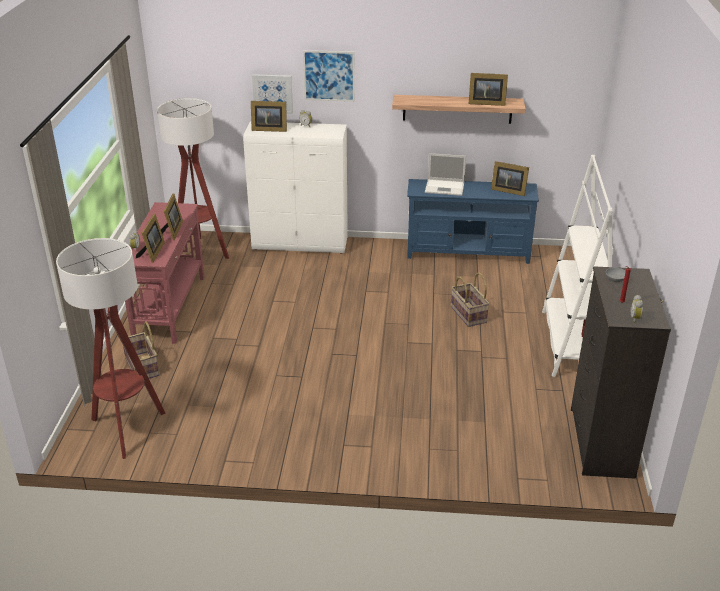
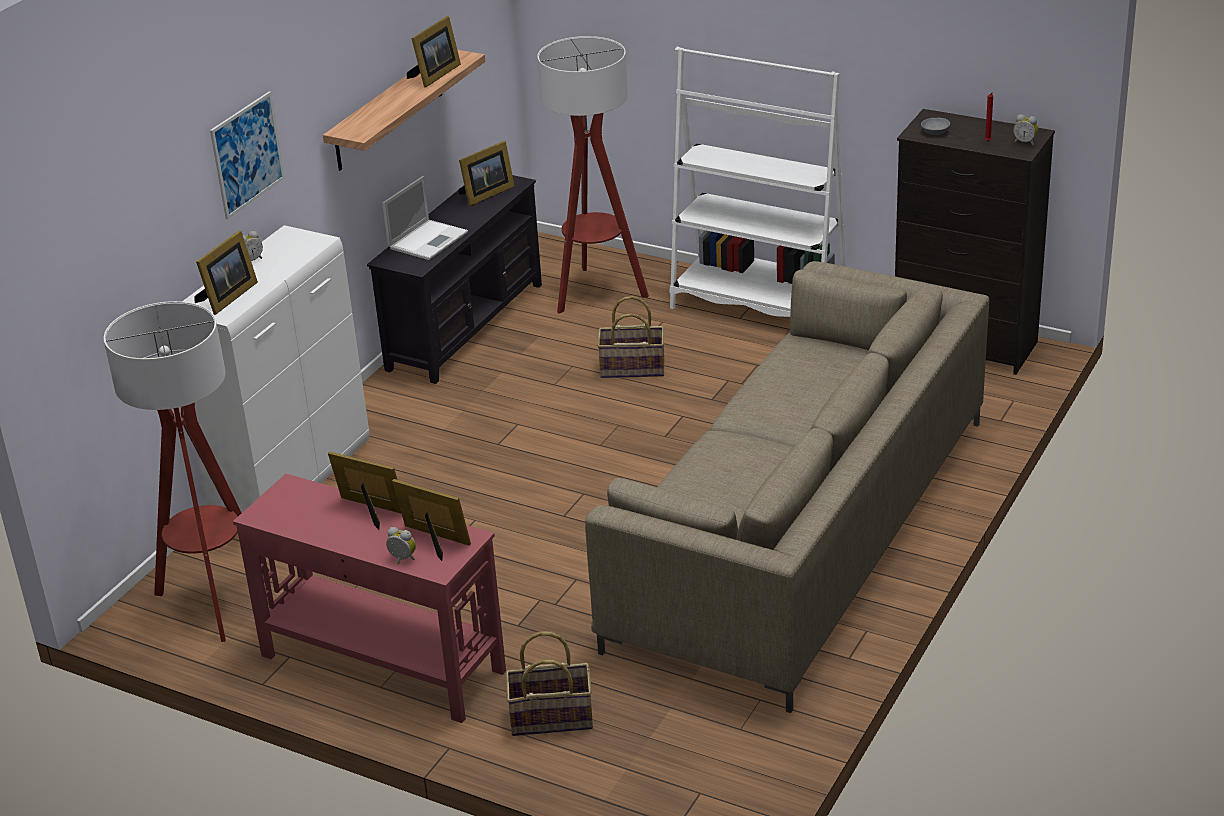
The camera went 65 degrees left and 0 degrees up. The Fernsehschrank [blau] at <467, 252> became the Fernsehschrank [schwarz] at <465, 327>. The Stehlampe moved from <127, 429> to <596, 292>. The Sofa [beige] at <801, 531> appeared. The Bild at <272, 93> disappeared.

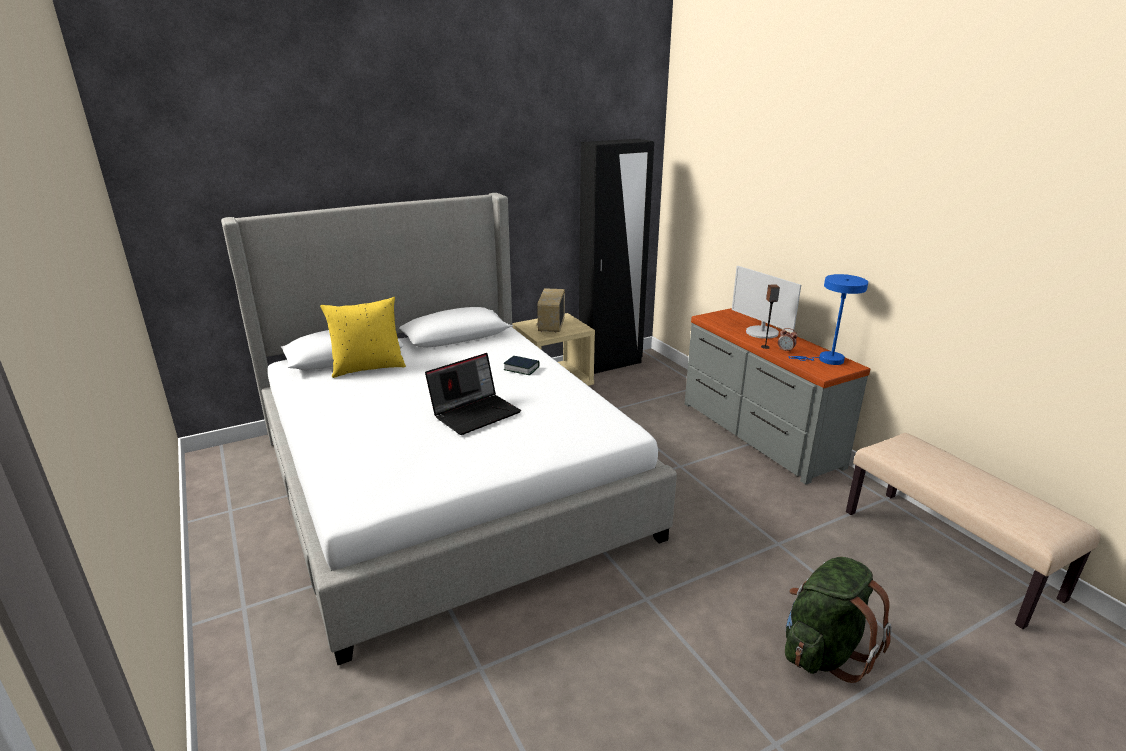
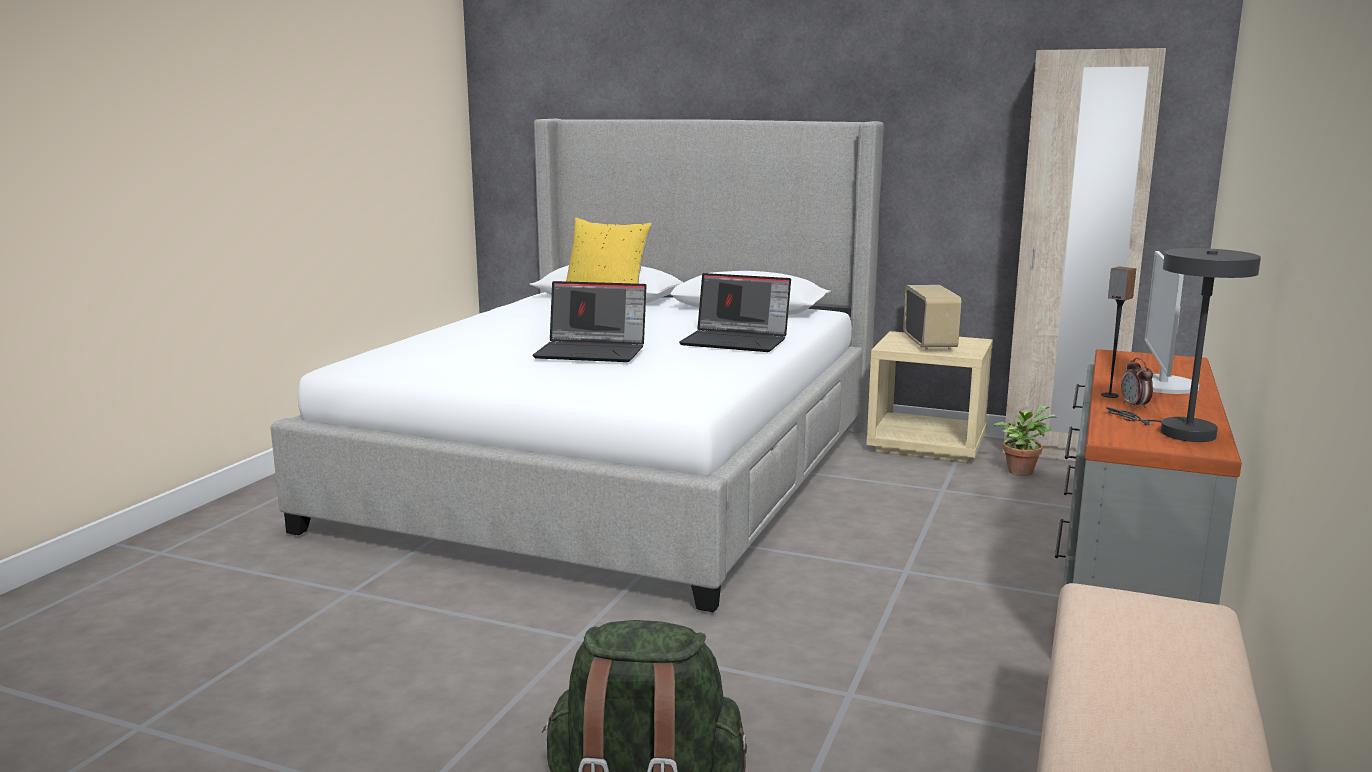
The camera went 50 degrees right and 10 degrees down. The Buch at <521, 368> was replaced by the Laptop at <737, 341>. The Radio at <551, 326> turned 120 degrees clockwise. The Topfpflanze at <1021, 470> appeared. The Kleiderschrank [schwarz] at <610, 364> became the Kleiderschrank [beige] at <1060, 453>. The Tischlampe [blau] at <826, 360> became the Tischlampe [grau] at <1177, 431>.

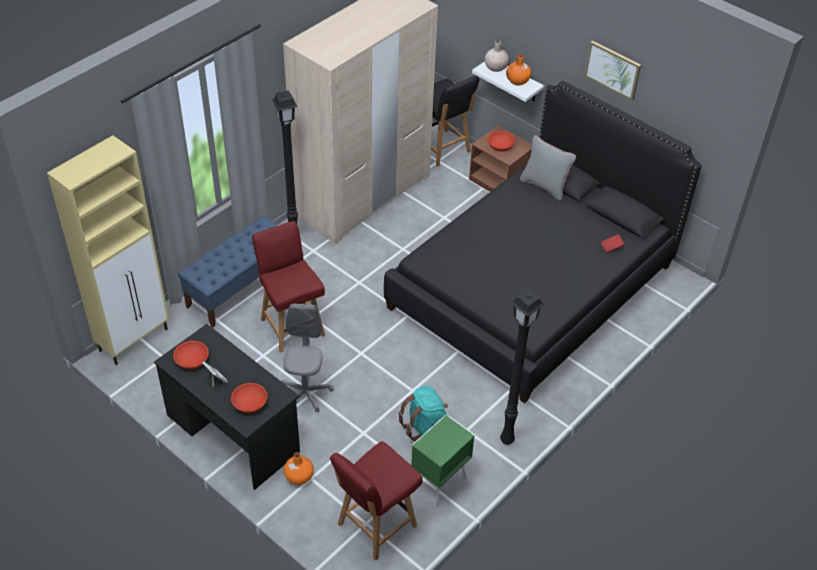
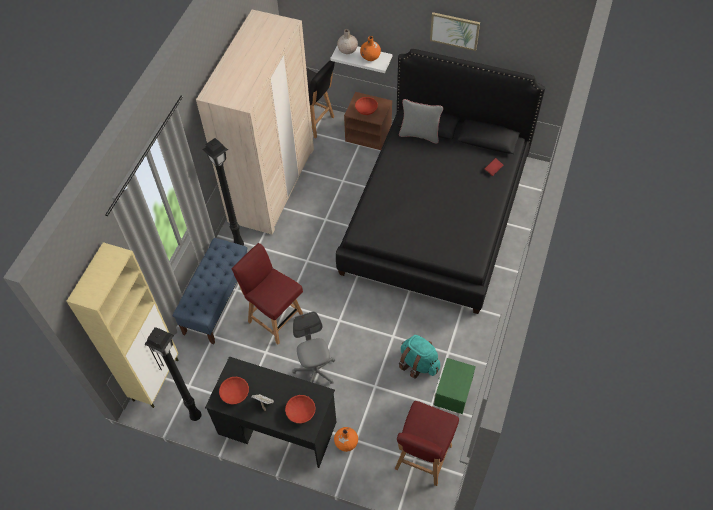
The camera went 20 degrees left and 10 degrees up. The Stehlampe [schwarz] moved from <507, 441> to <196, 417>.

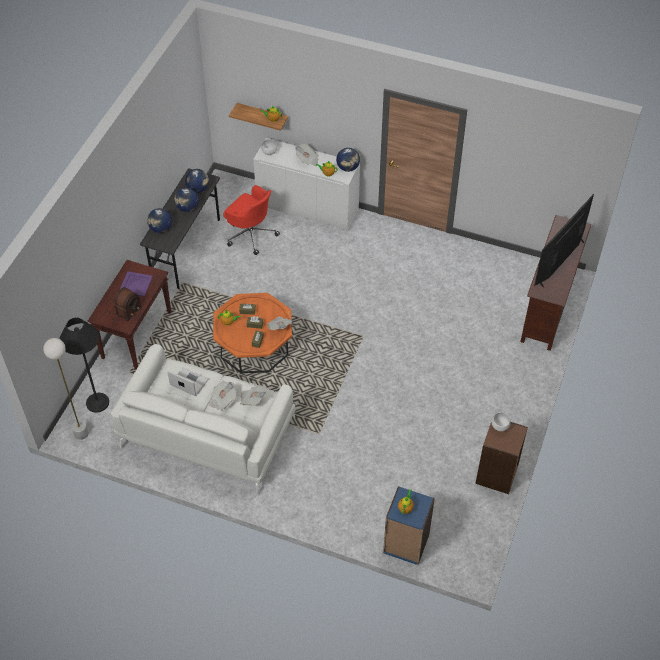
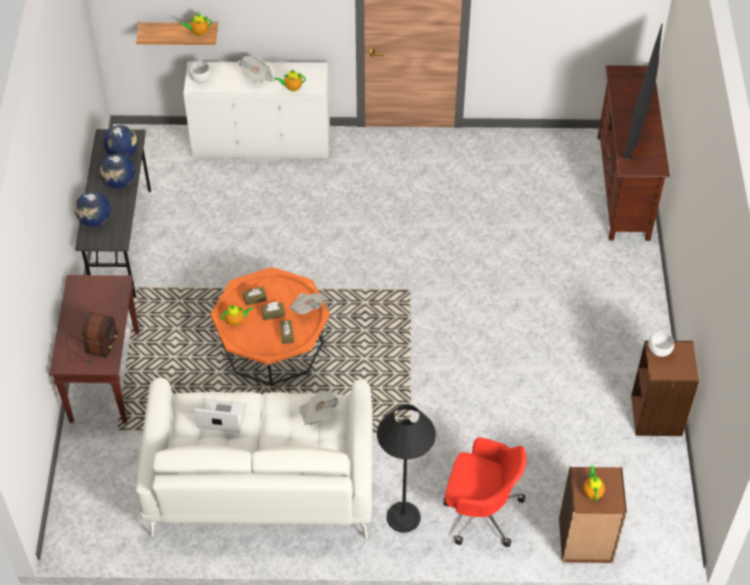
The camera went 20 degrees left and 0 degrees up. The Stehlampe [schwarz] moved from <97, 402> to <403, 517>. The Bürostuhl [rot] moved from <250, 234> to <480, 511>. The Bücherregal [blau] at <406, 544> became the Bücherregal [braun] at <585, 541>. The Stehlampe [weiß] at <81, 433> disappeared. The Tablett [lila] at <135, 284> disappeared. The Zeitung at <222, 400> disappeared. The Globus at <348, 168> disappeared.

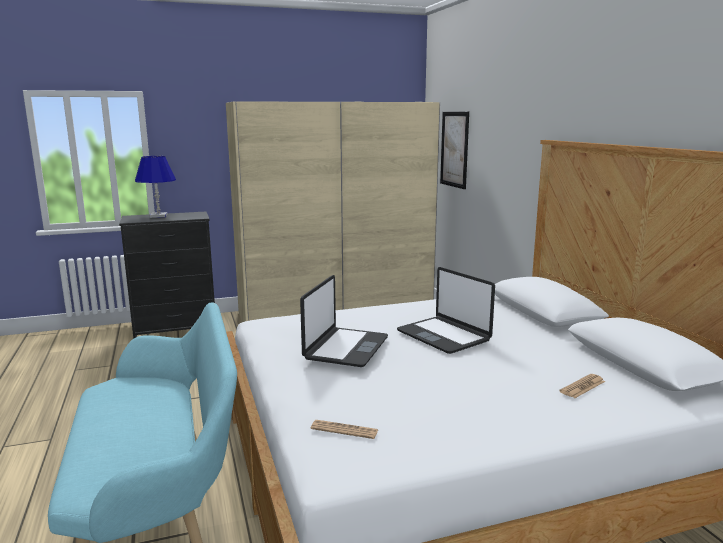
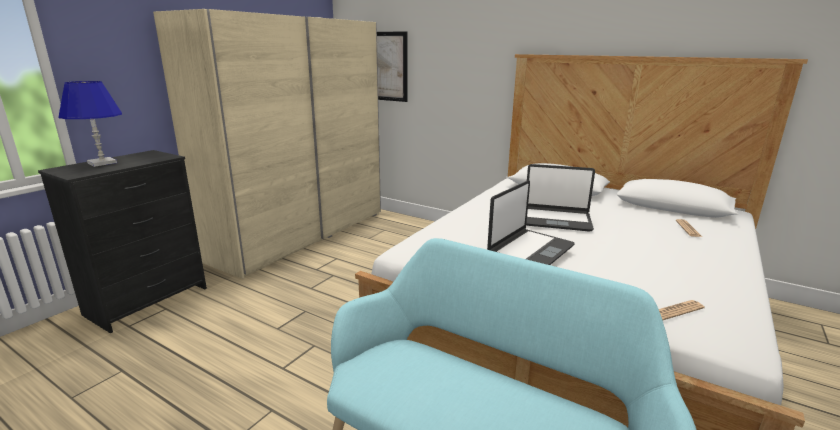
The camera went 40 degrees left and 5 degrees up. The Laptop at <345, 348> turned 60 degrees clockwise.

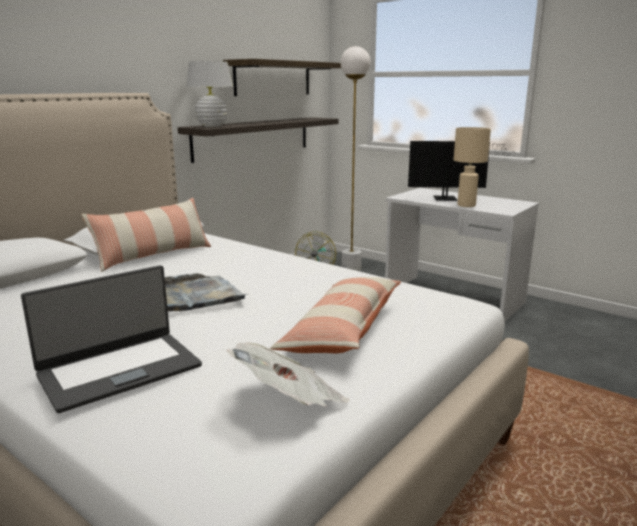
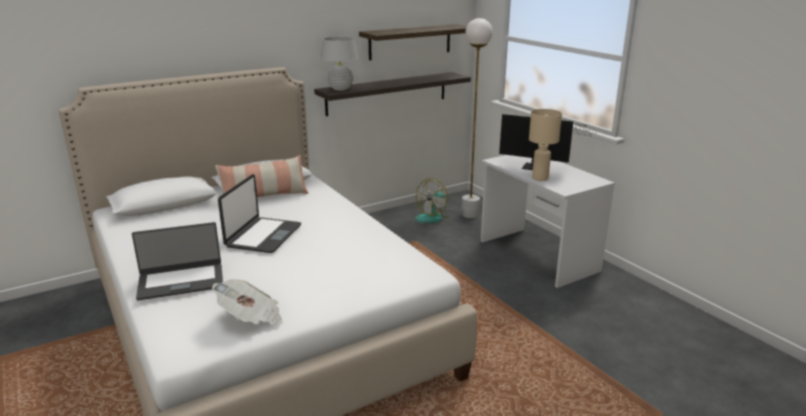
The camera went 20 degrees right and 5 degrees up. The Tablett [grau] at <196, 295> was replaced by the Laptop at <263, 236>. The Kissen at <342, 330> disappeared.

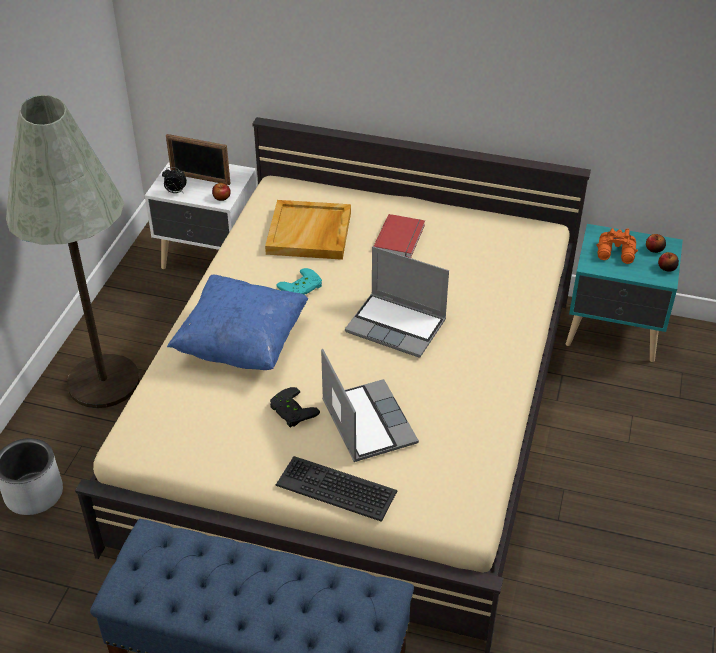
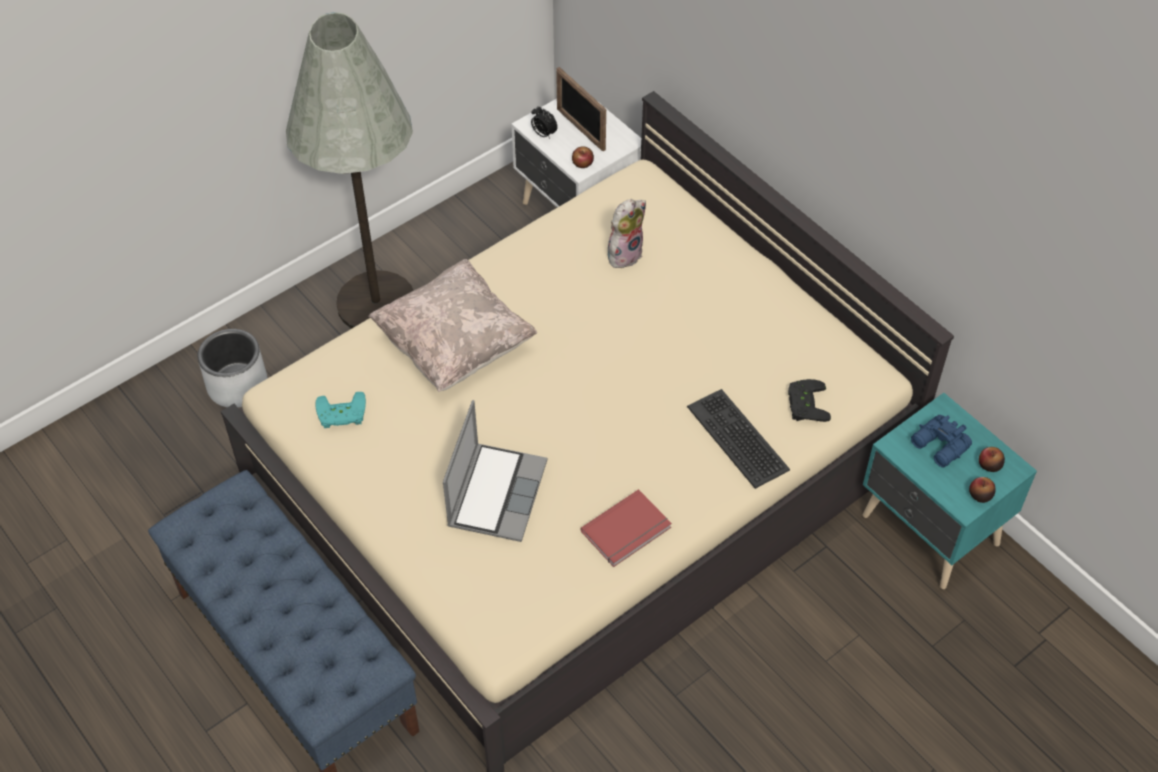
The camera went 35 degrees right and 10 degrees up. The Gamepad [türkis] moved from <302, 288> to <341, 415>. The Kissen [blau] at <242, 344> became the Kissen [beige] at <455, 346>. The Buch [rot] moved from <401, 238> to <628, 531>. The Tablett [beige] at <310, 233> was replaced by the Plüschtier at <624, 253>. The Tastatur moved from <336, 488> to <738, 438>. The Gamepad [schwarz] moved from <290, 411> to <804, 404>. The Fernglas [orange] at <616, 253> became the Fernglas [blau] at <939, 447>. The Laptop at <397, 326> disappeared.

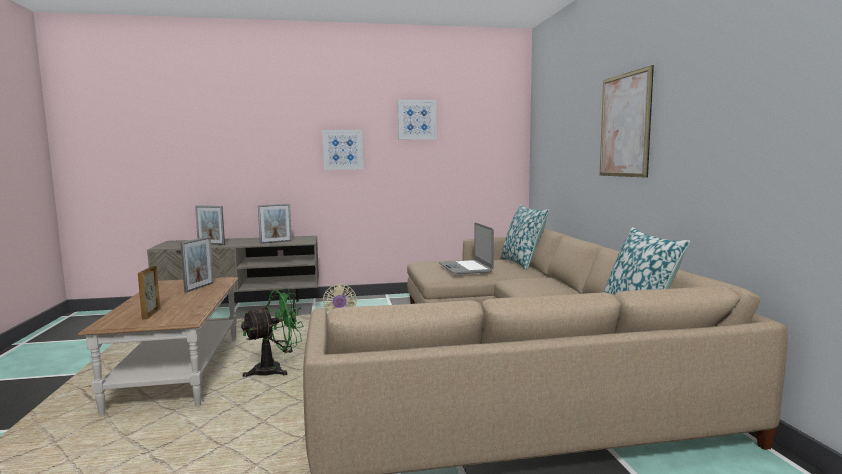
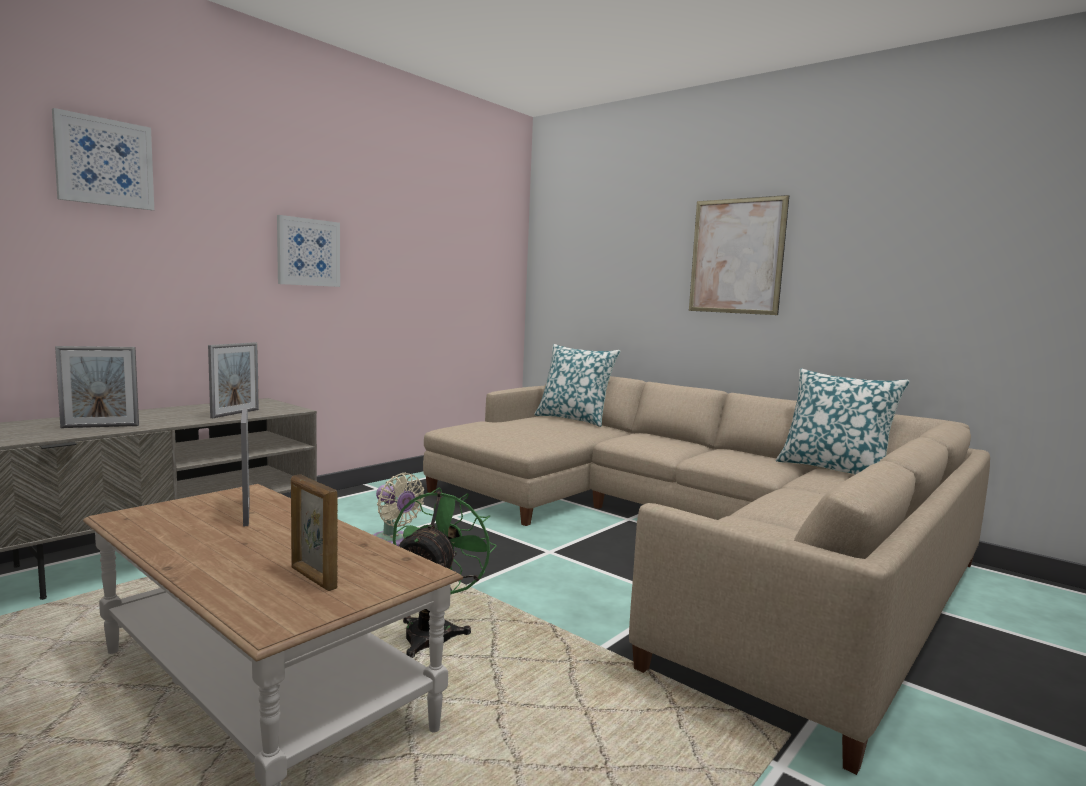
The camera went 40 degrees left and 0 degrees up. The Bild moved from <416, 119> to <104, 162>. The Laptop at <465, 268> disappeared.

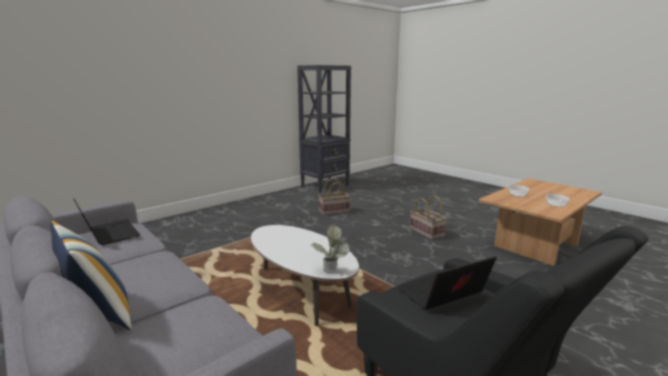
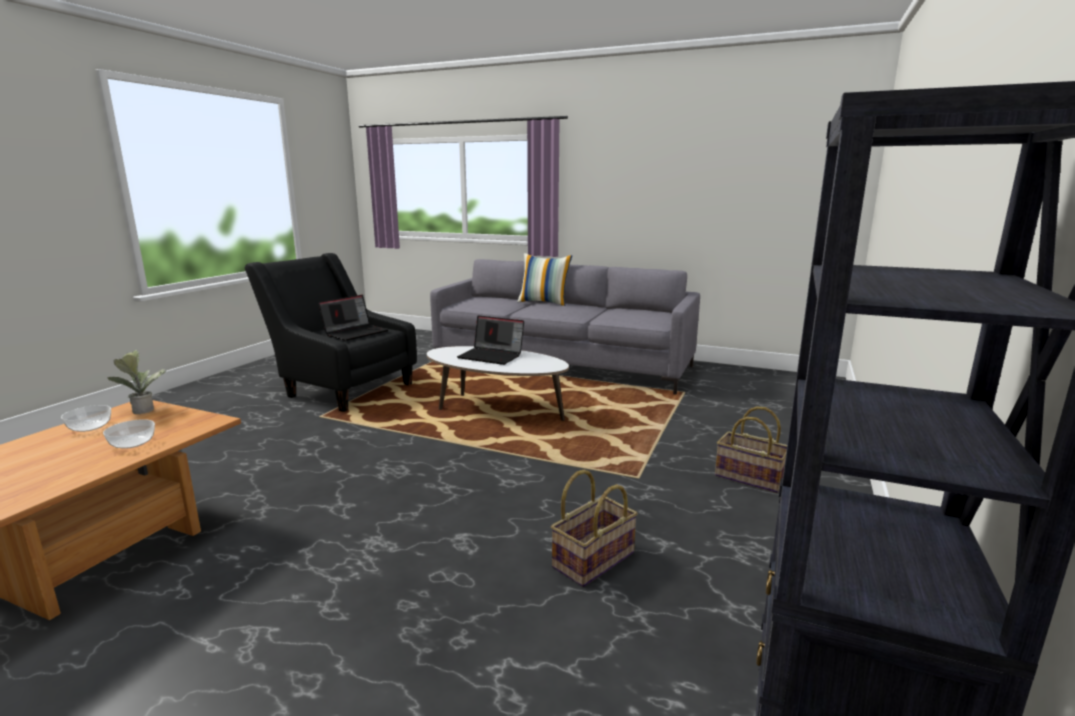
The camera went 155 degrees right and 0 degrees up. The Topfpflanze moved from <330, 272> to <143, 409>. The Laptop moved from <108, 234> to <492, 356>. The Korb moved from <427, 232> to <749, 478>.

